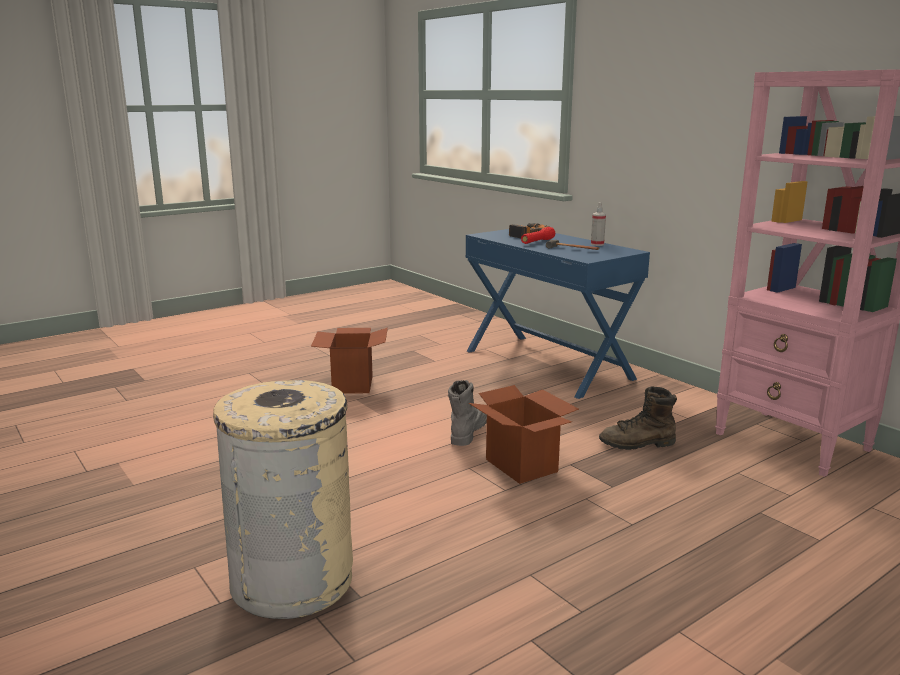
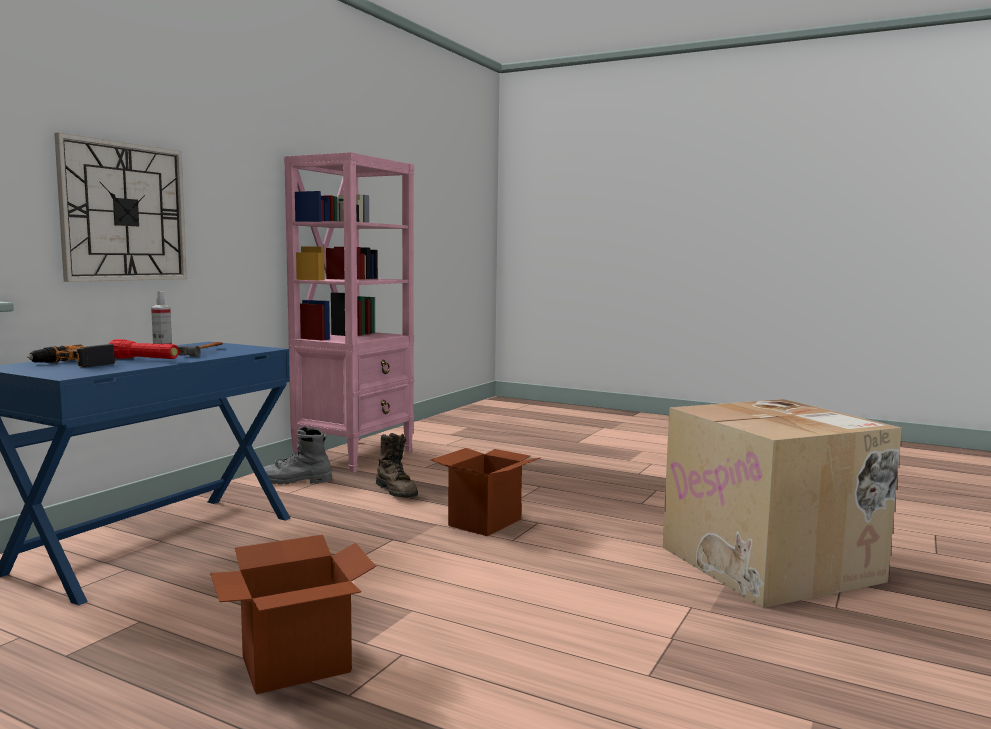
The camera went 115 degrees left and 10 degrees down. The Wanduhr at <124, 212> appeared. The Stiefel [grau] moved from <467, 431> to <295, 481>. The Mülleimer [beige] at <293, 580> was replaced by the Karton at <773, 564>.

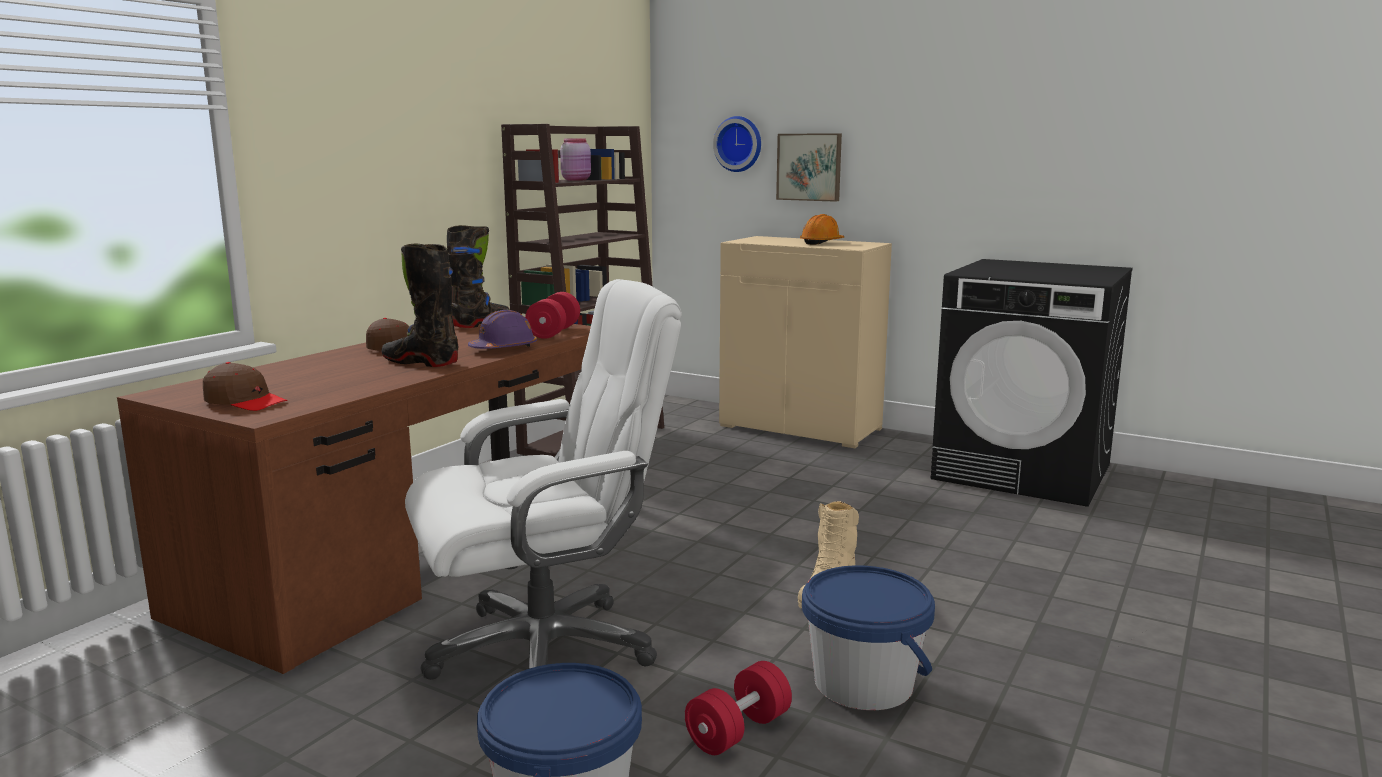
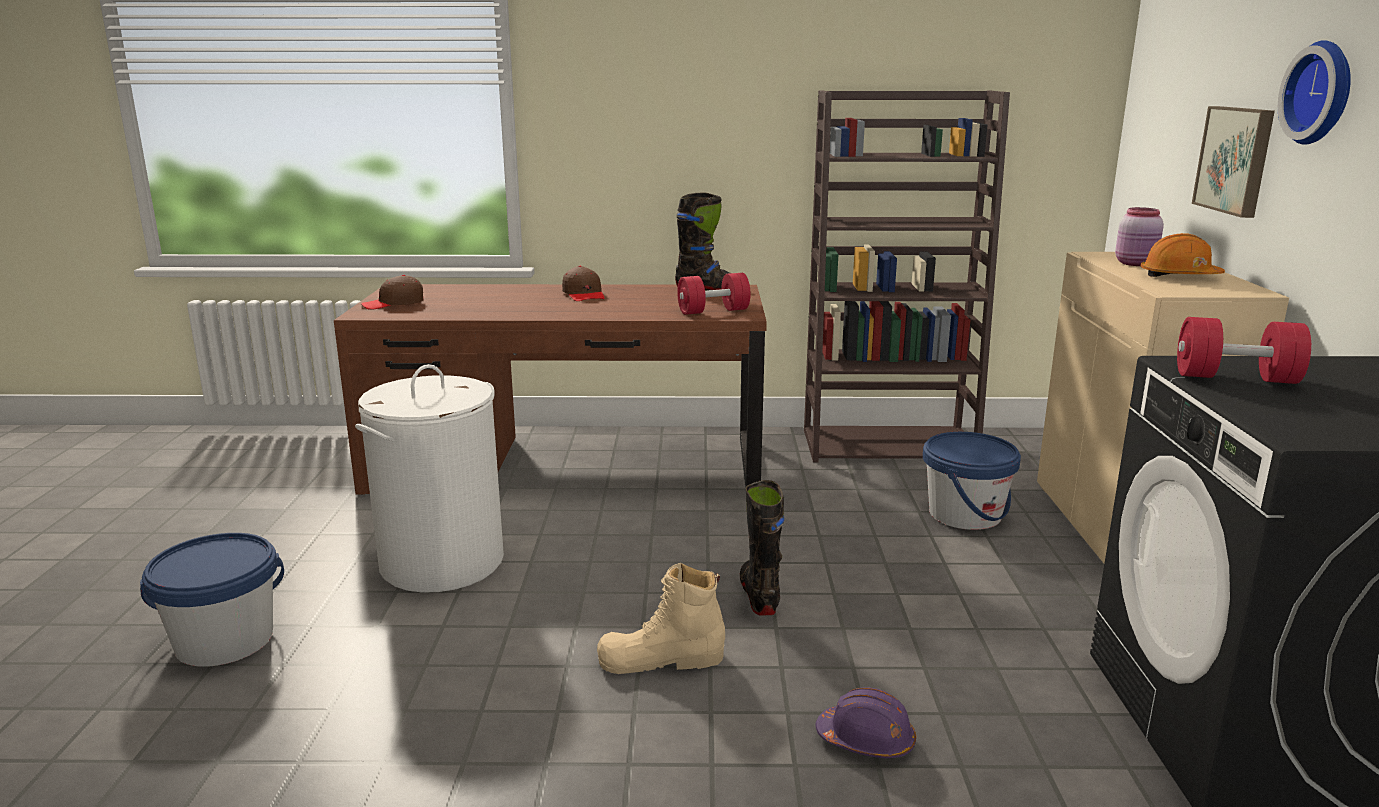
The camera went 60 degrees right and 5 degrees up. The Bürostuhl [weiß] at <545, 651> was replaced by the Wäschekorb [weiß] at <442, 563>. The Kappe [braun] at <245, 402> turned 75 degrees clockwise. The Stiefel [schwarz] moved from <421, 362> to <759, 595>. The Schutzhelm [lila] moved from <504, 349> to <866, 740>. The Eimer [blau] moved from <863, 683> to <965, 514>. The Vorratsglas [rosa] moved from <577, 180> to <1136, 264>. The Hantel [rot] moved from <738, 731> to <1235, 378>. The Wanduhr moved from <739, 144> to <1323, 93>.

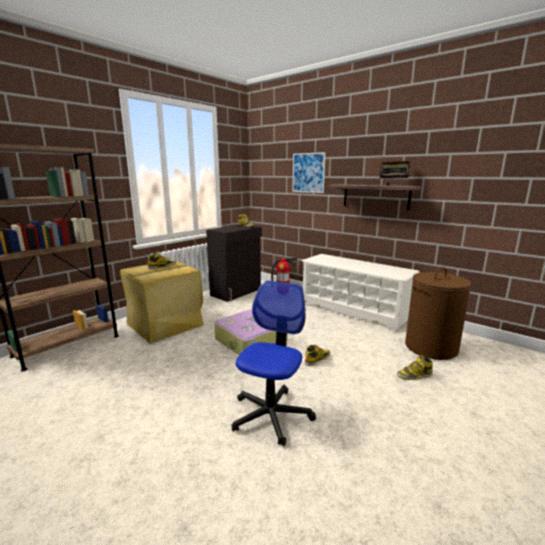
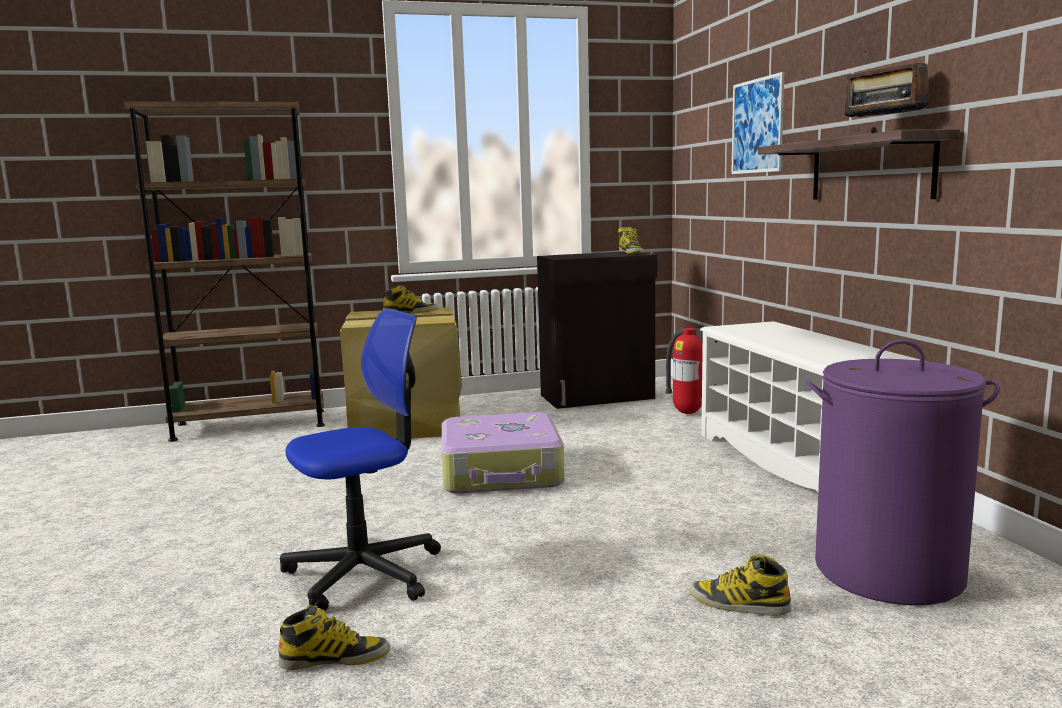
The camera went 35 degrees right and 5 degrees down. The Stiefel moved from <317, 359> to <335, 658>. The Wäschekorb [braun] at <430, 347> became the Wäschekorb [lila] at <888, 571>.

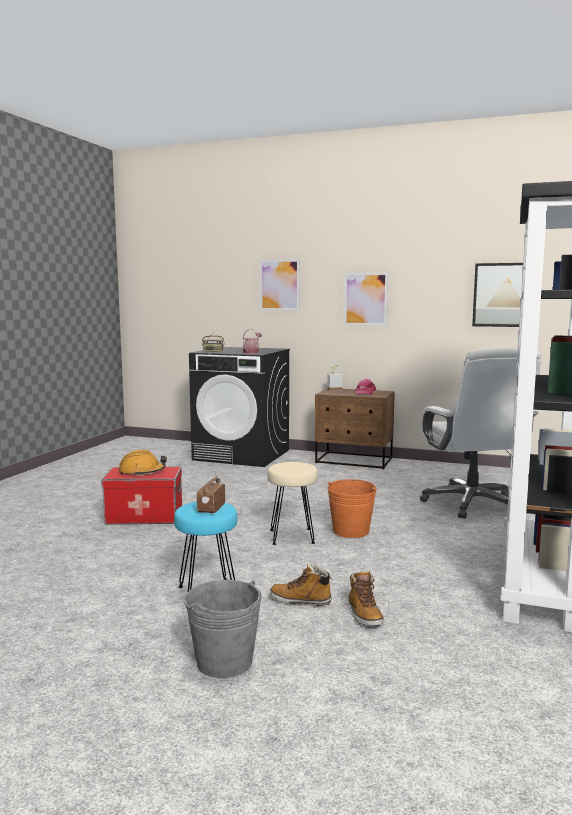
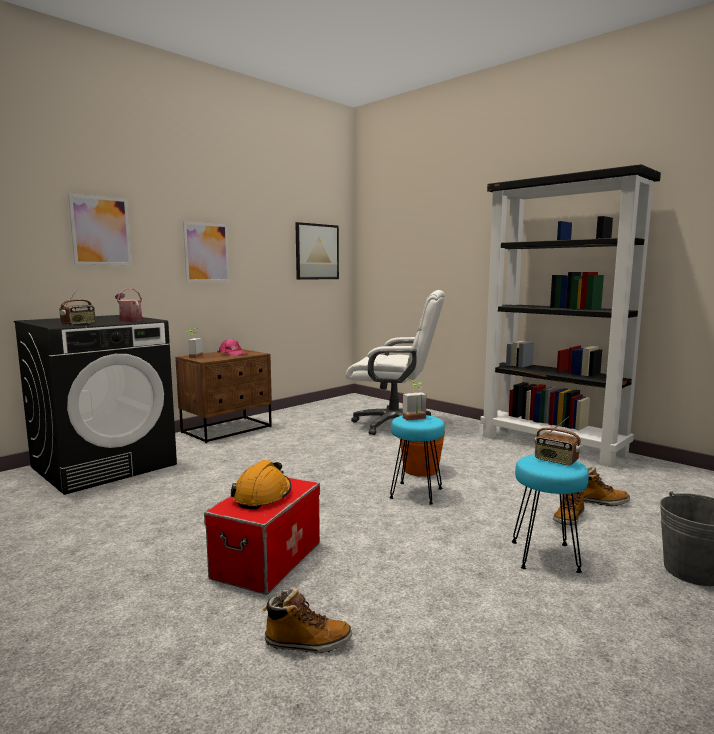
The camera went 65 degrees left and 0 degrees up. The Stiefel at <307, 643> appeared. The Hocker [beige] at <292, 537> became the Hocker [türkis] at <416, 493>. The Topfpflanze at <416, 419> appeared.

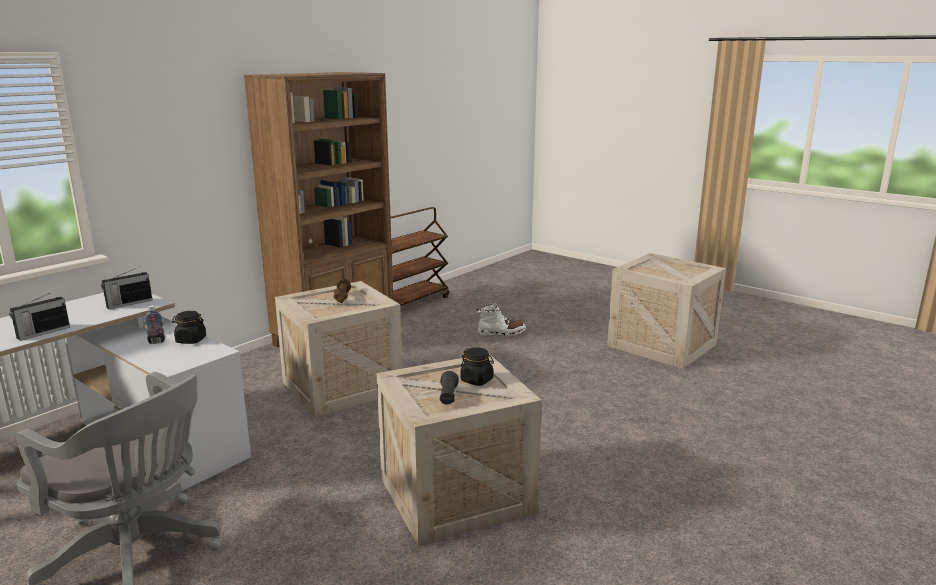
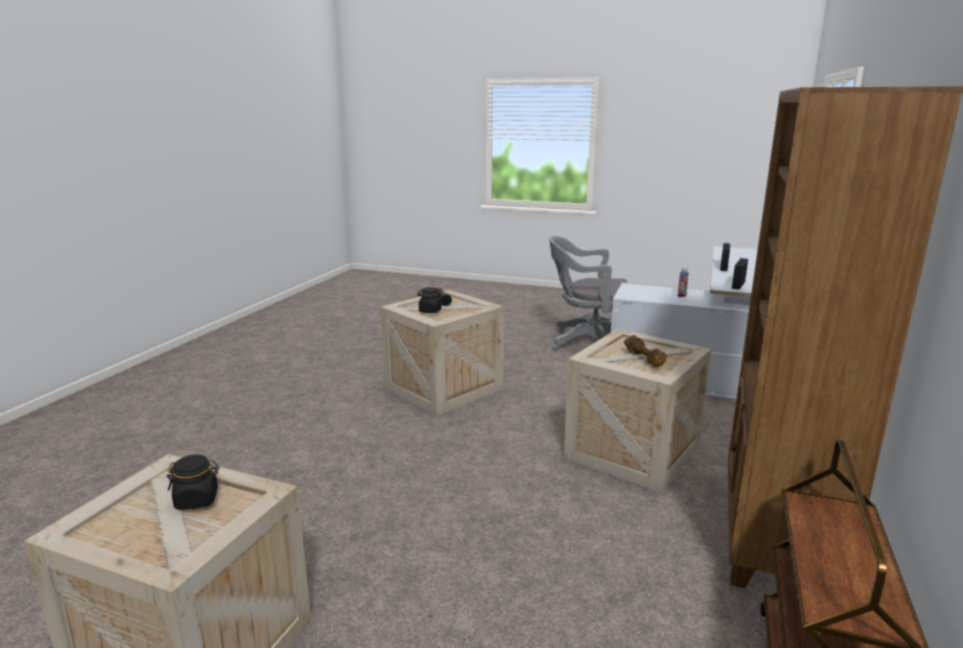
The camera went 160 degrees right and 0 degrees up. The Vorratsglas [schwarz] moved from <191, 340> to <197, 500>. The Stiefel [weiß] at <501, 332> disappeared.

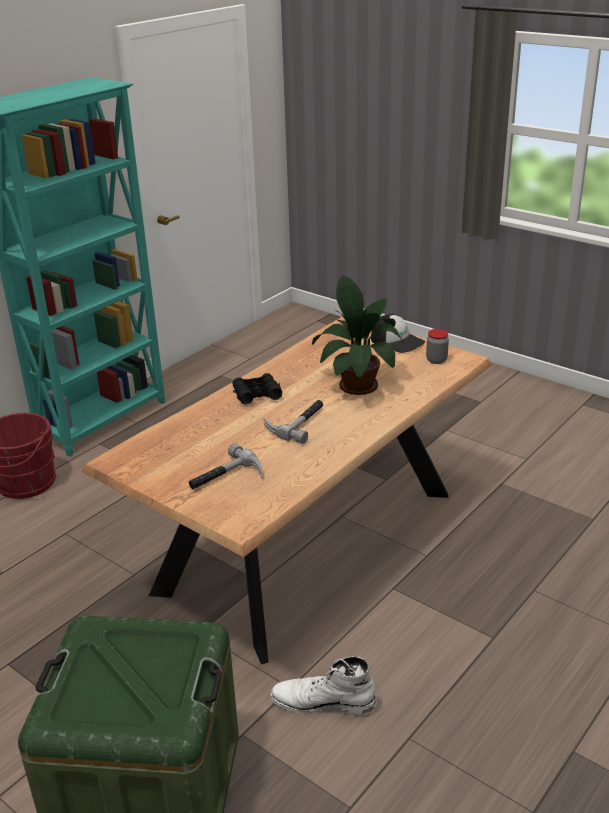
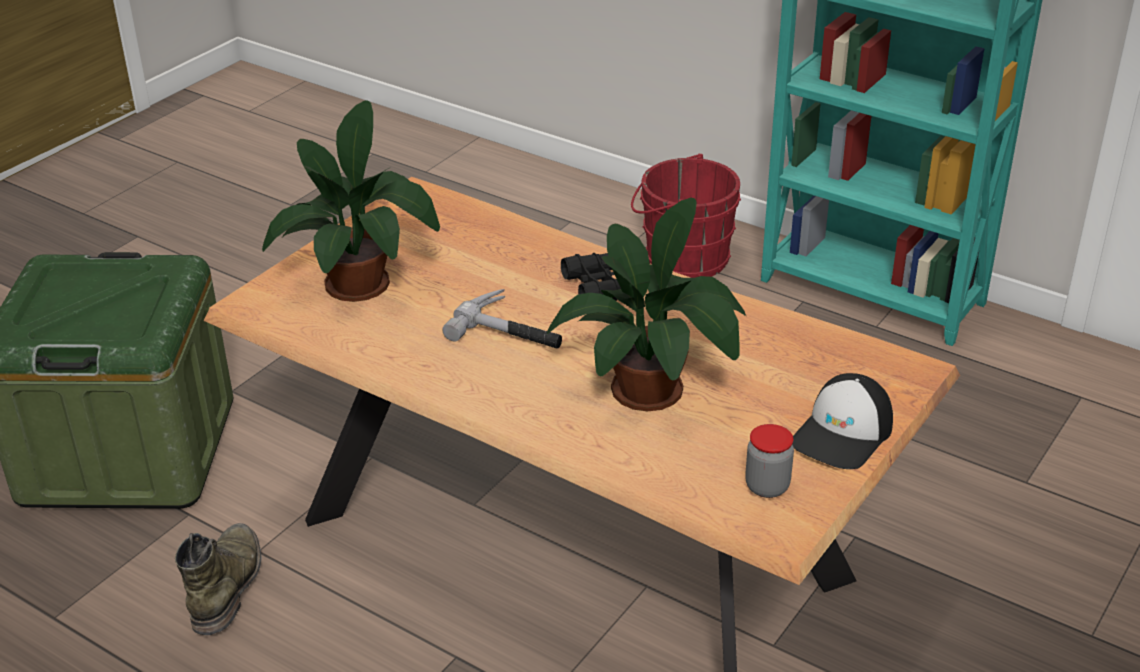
The camera went 85 degrees right and 5 degrees up. The Stiefel [weiß] at <323, 701> became the Stiefel [grün] at <227, 585>. The Hammer at <226, 478> was replaced by the Topfpflanze at <363, 281>.

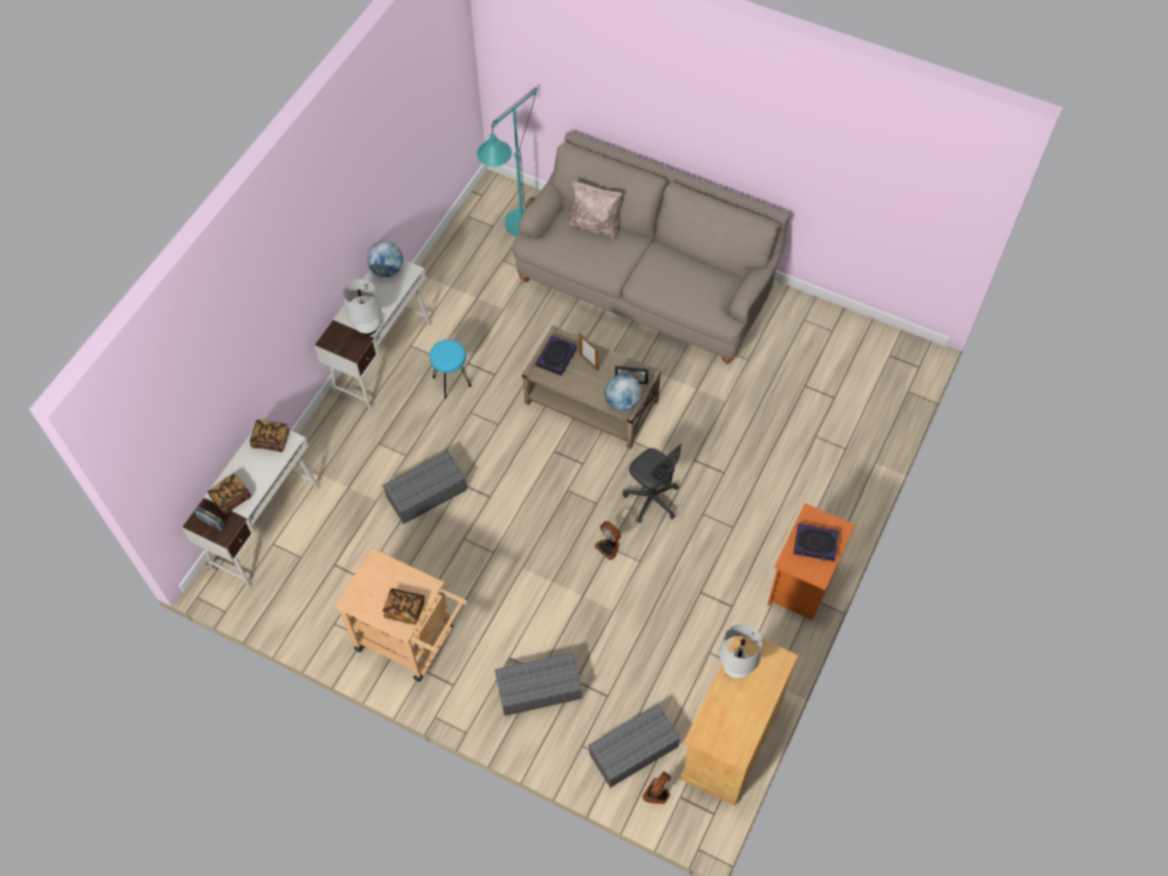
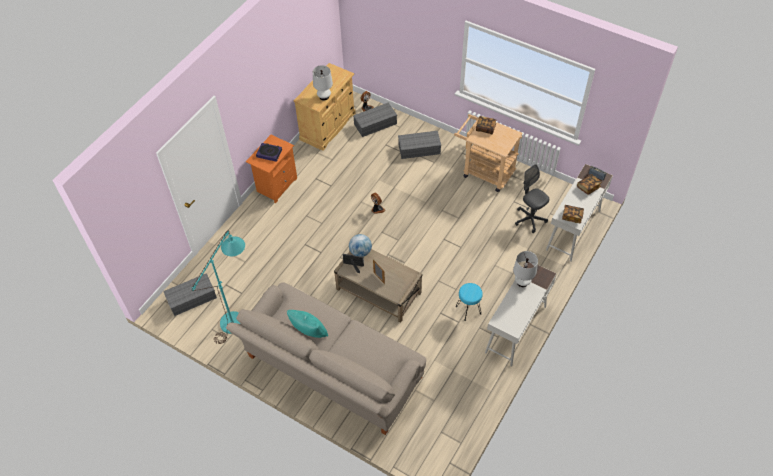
The camera went 175 degrees left and 5 degrees down. The Aufbewahrungsbox [grau] moved from <426, 494> to <192, 298>. The Stehlampe [türkis] moved from <517, 230> to <237, 317>. The Kissen [türkis] at <309, 332> appeared. The Bürostuhl [grau] moved from <652, 500> to <530, 219>. The Globus at <387, 270> disappeared. The Buch at <556, 357> disappeared. The Kissen [beige] at <594, 226> disappeared.

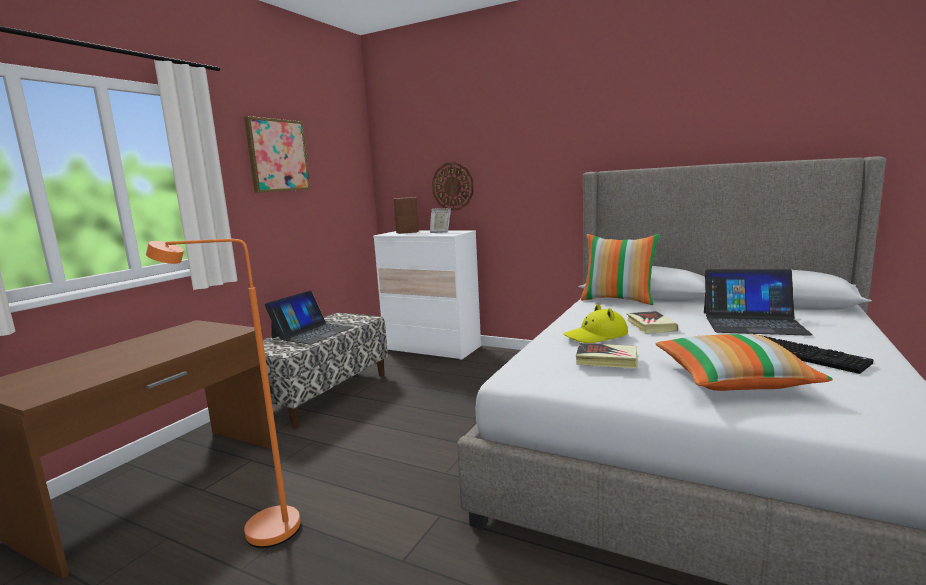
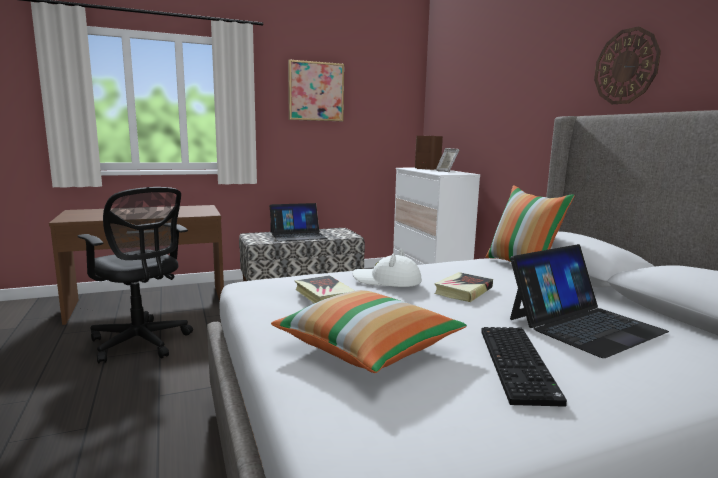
The camera went 40 degrees right and 0 degrees up. The Stehlampe [orange] at <258, 530> was replaced by the Bürostuhl [schwarz] at <142, 343>. The Hut [gelb] at <596, 336> became the Hut [weiß] at <387, 281>. The Laptop at <752, 323> turned 90 degrees counterclockwise. The Wanduhr moved from <453, 186> to <626, 66>.

